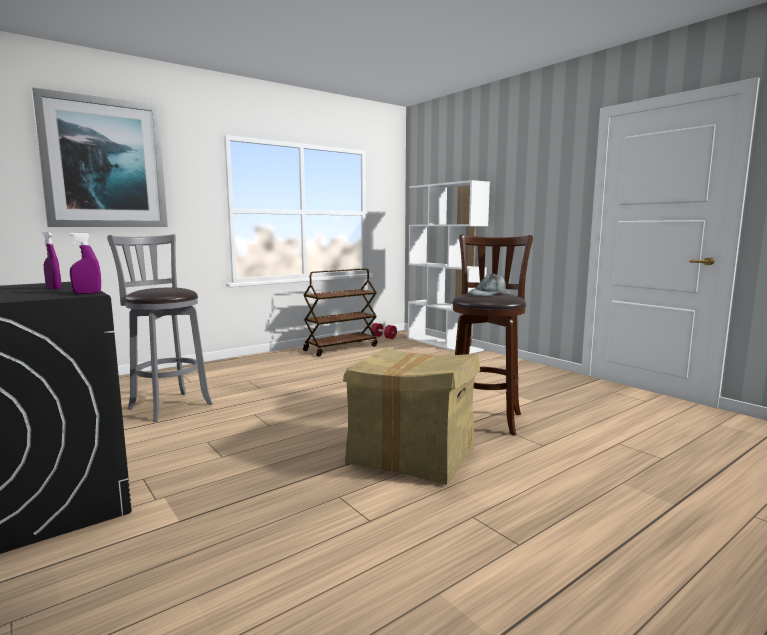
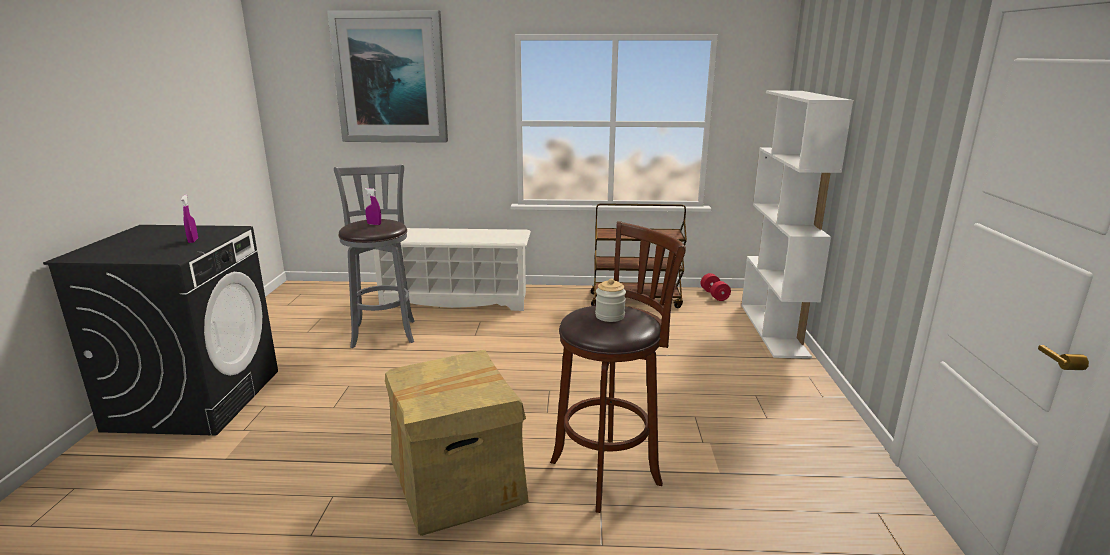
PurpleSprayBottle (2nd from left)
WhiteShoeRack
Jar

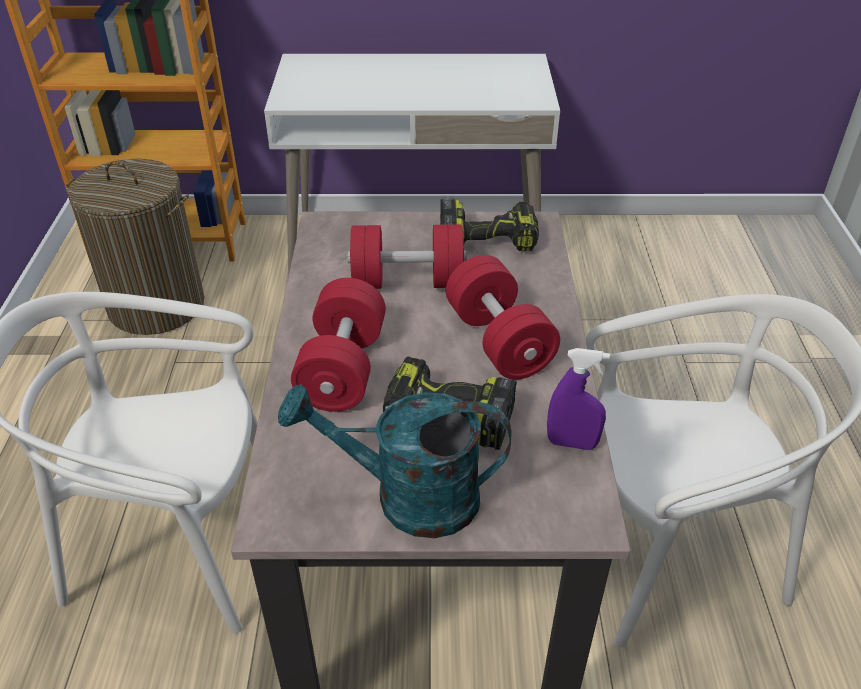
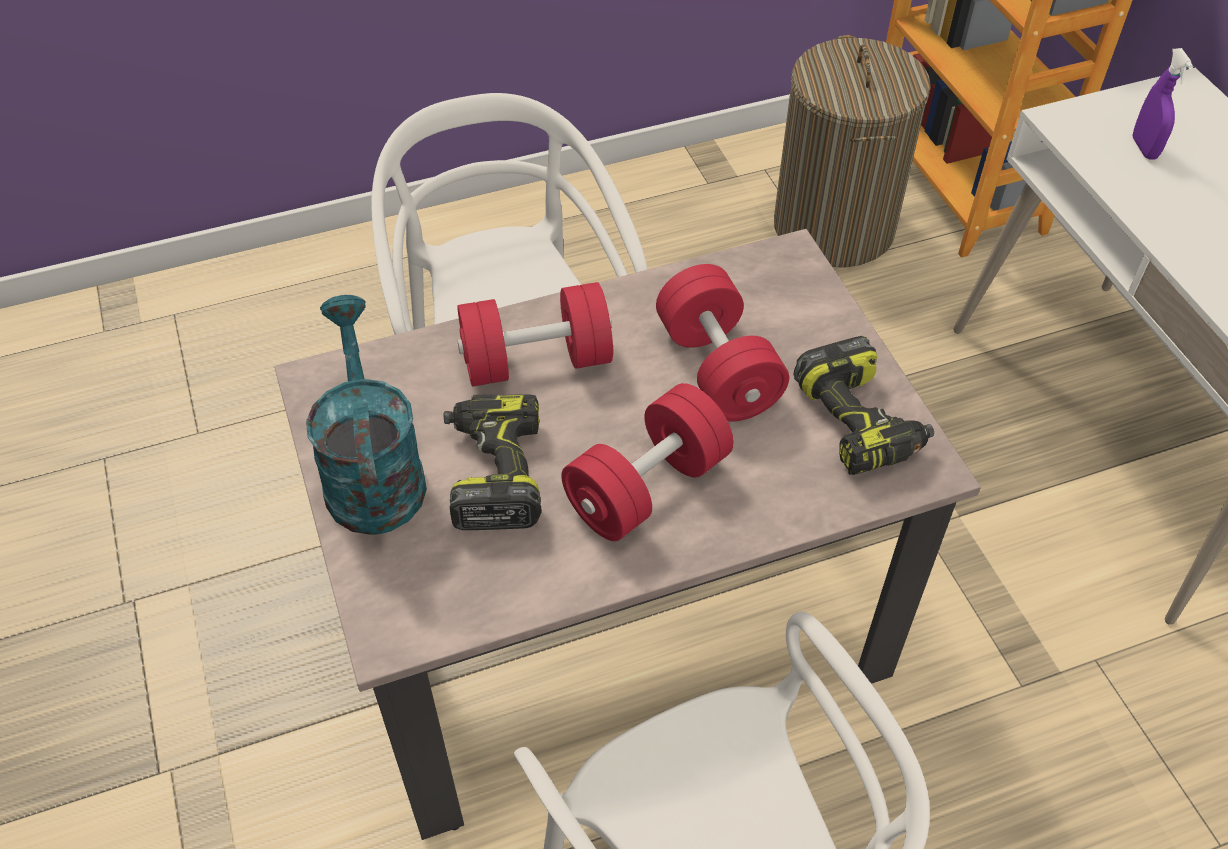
PurpleSprayBottle

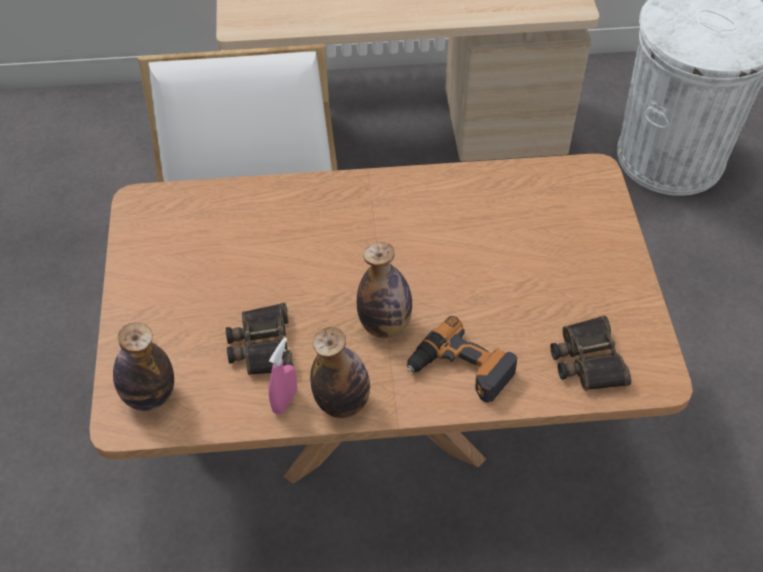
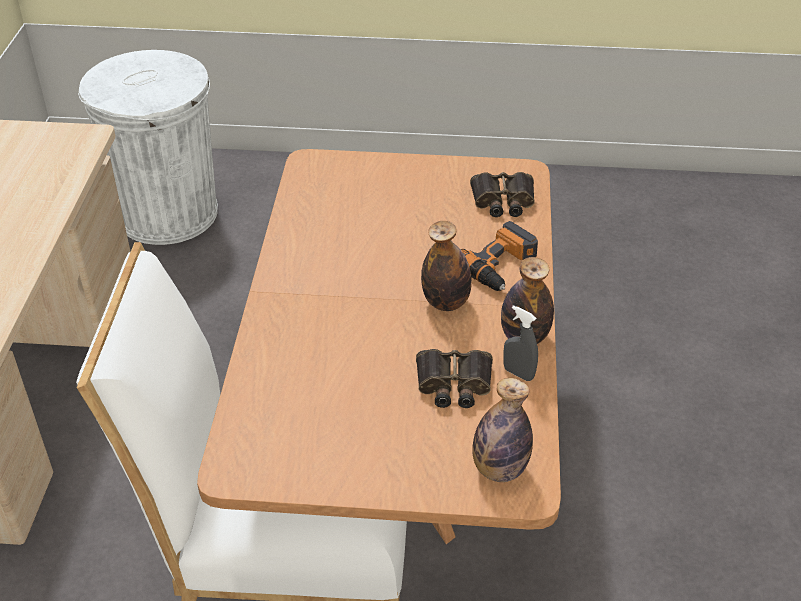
GreySprayBottle

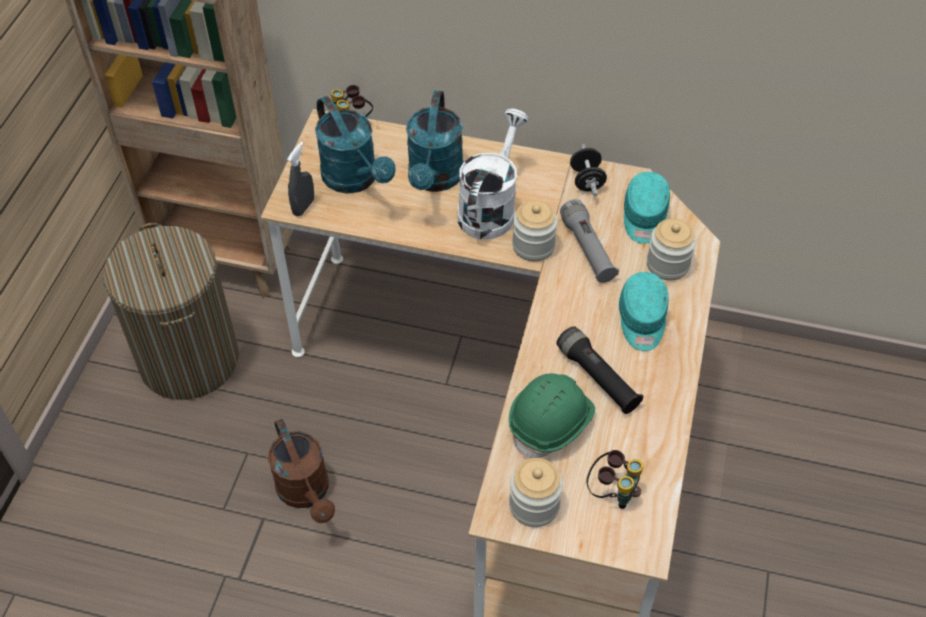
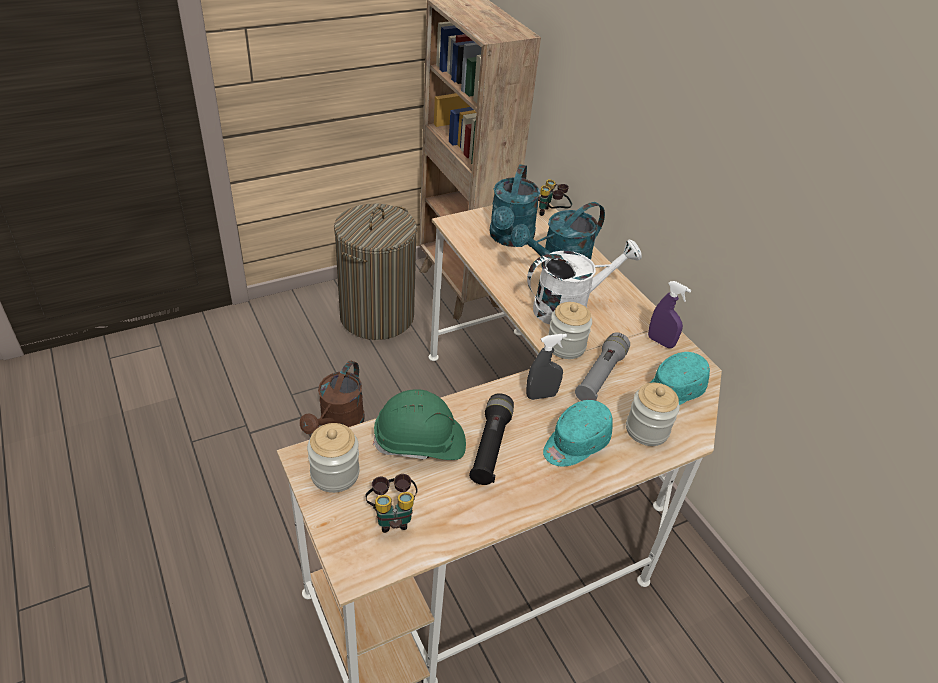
GreySprayBottle
PurpleSprayBottle

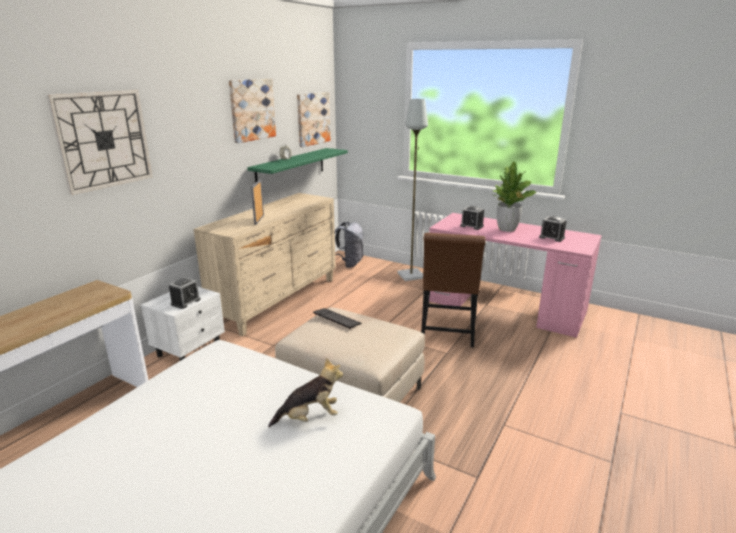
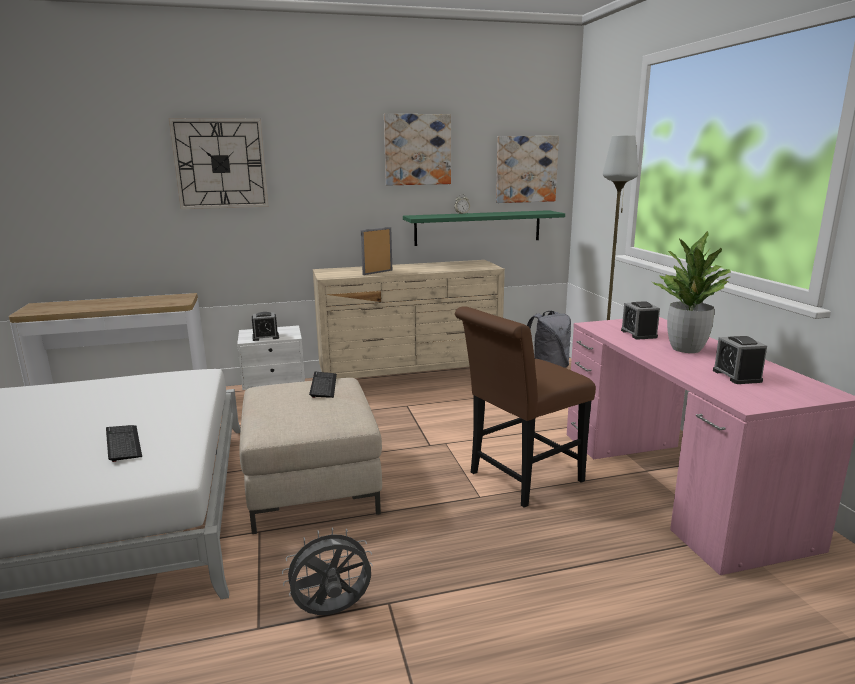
Keyboard (1st from left)
GreyFan

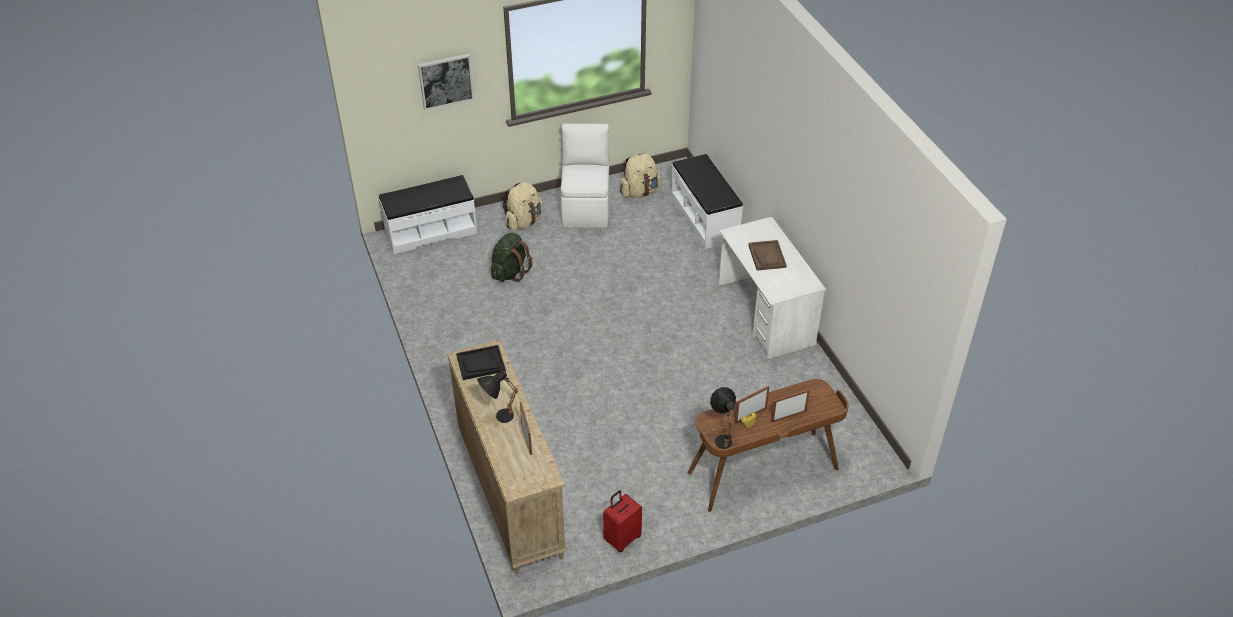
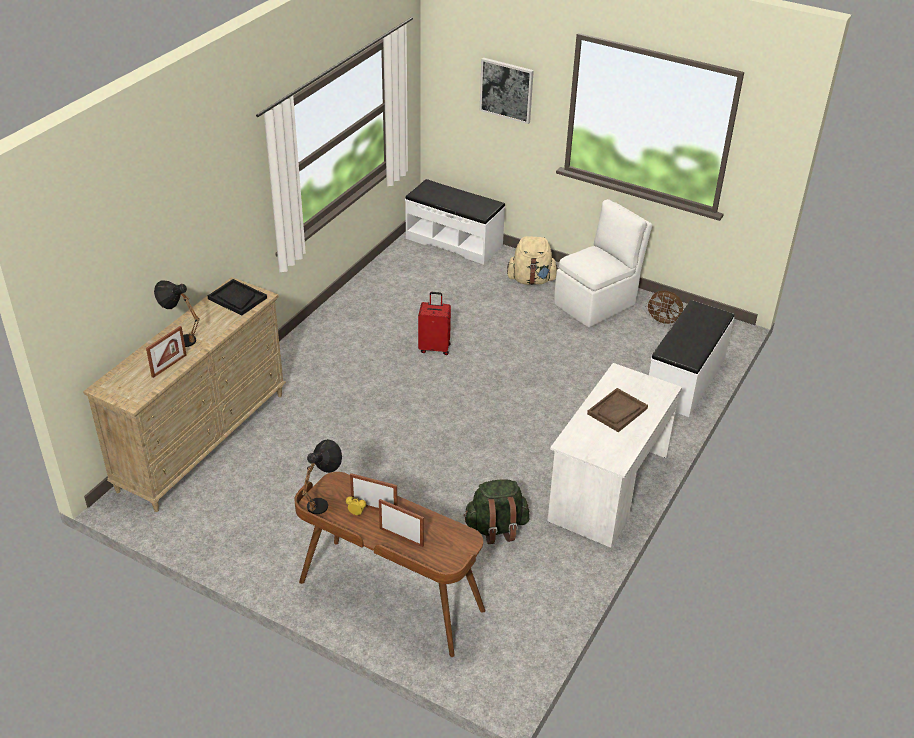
RedSuitcase
GreenBackpack
BrownFan

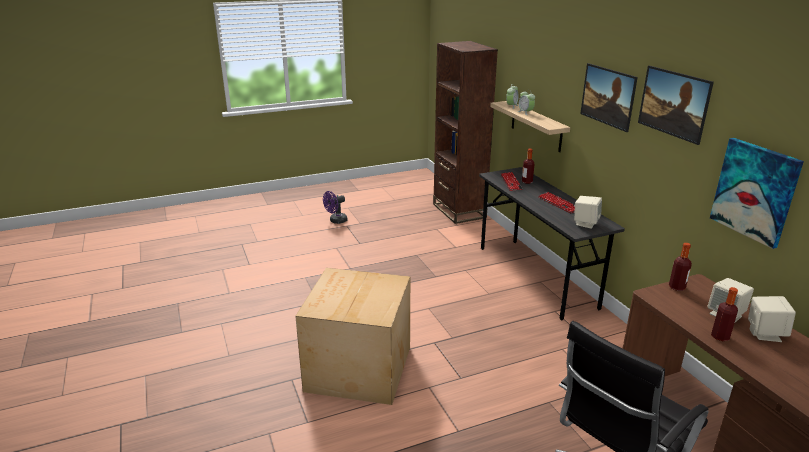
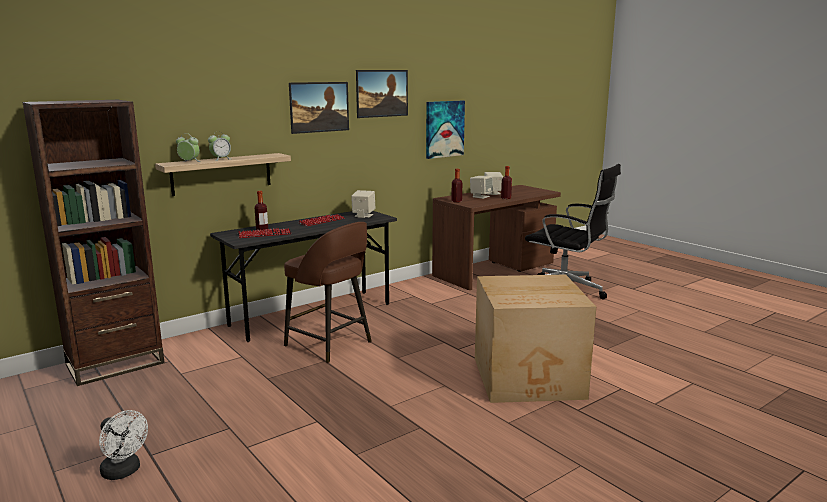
WhiteFan
BrownStool

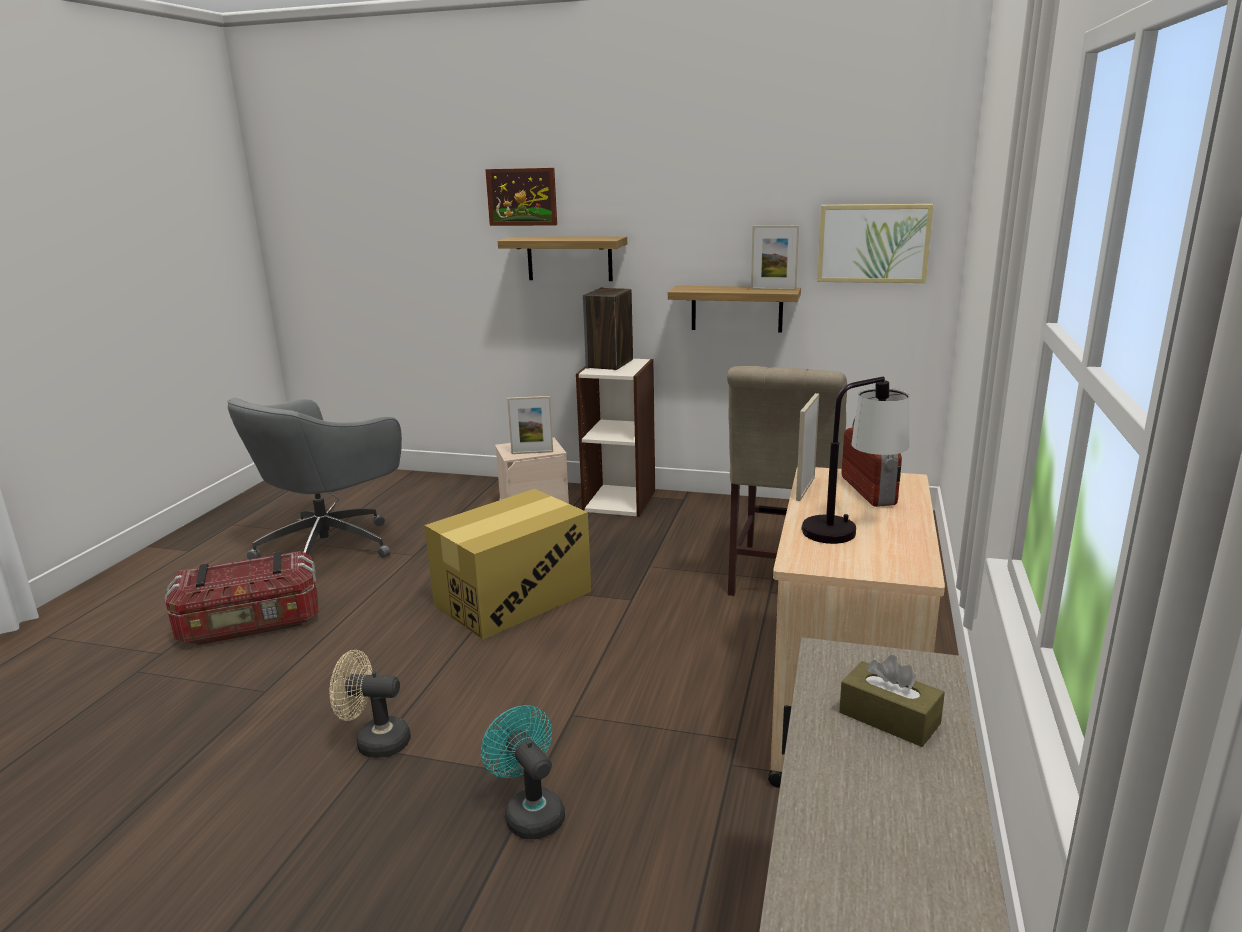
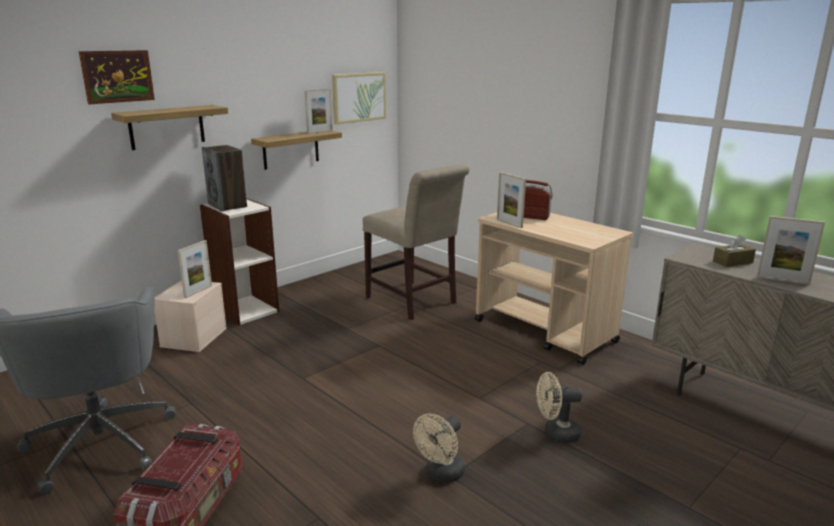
BeigeFan (2nd from left)
PictureFrame (4th from left)
CardboardBox
TableLamp

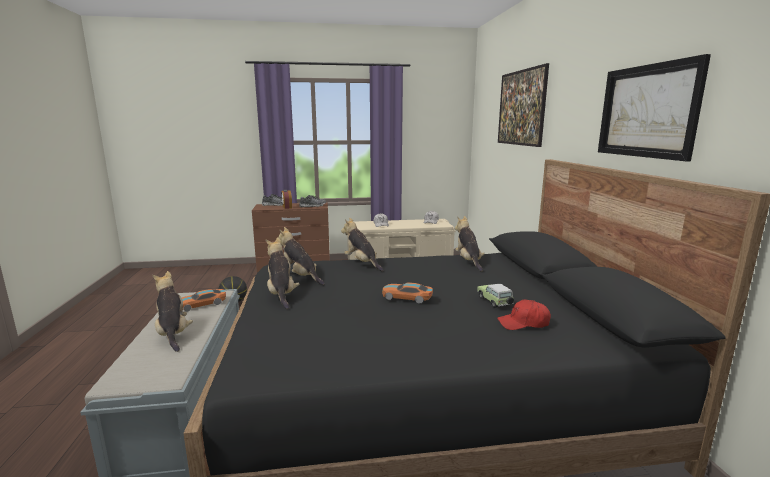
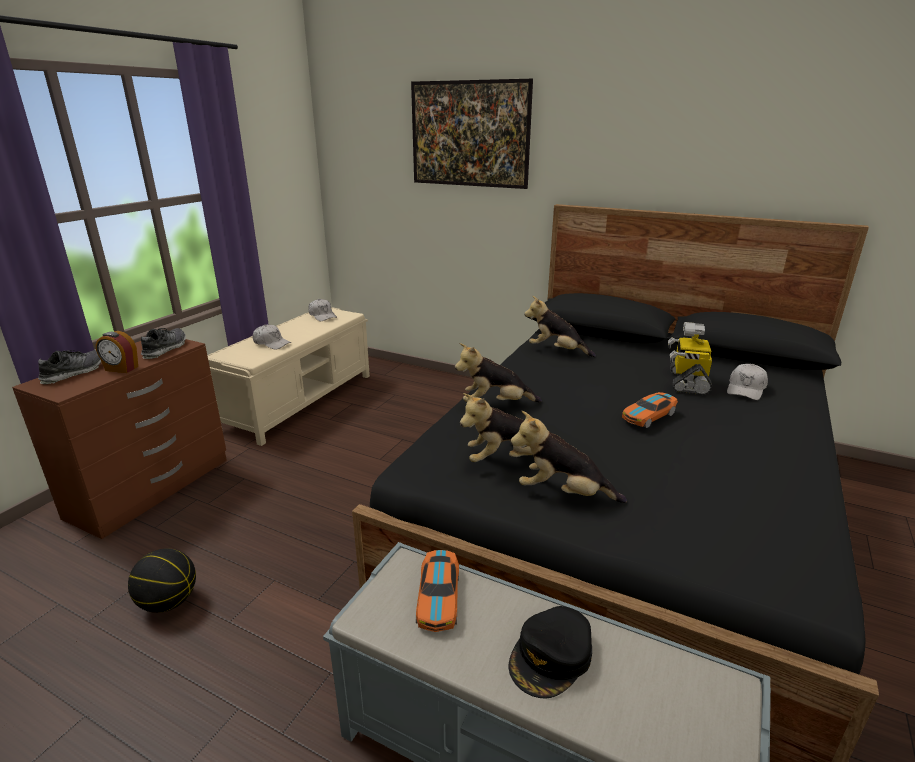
BlackCap
ToyRobot
WhiteCap (3rd from left)
Picture (2nd from left in the first image)

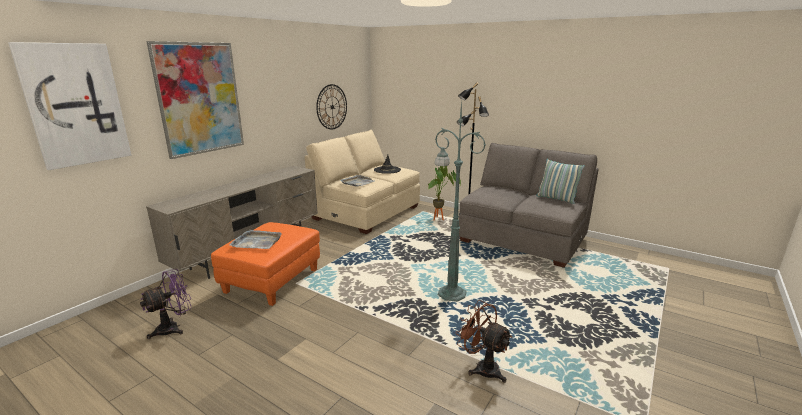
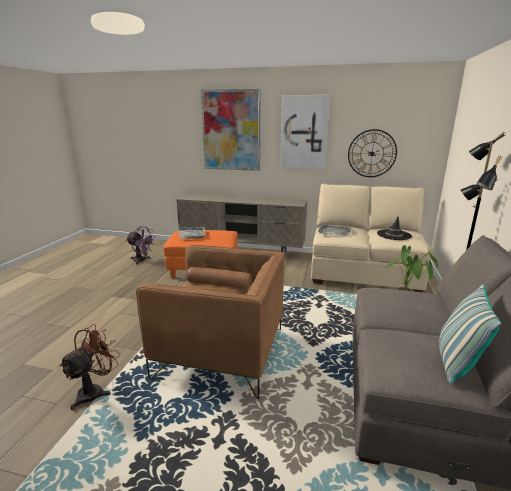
BrownArmchair
Picture (2nd from left)

